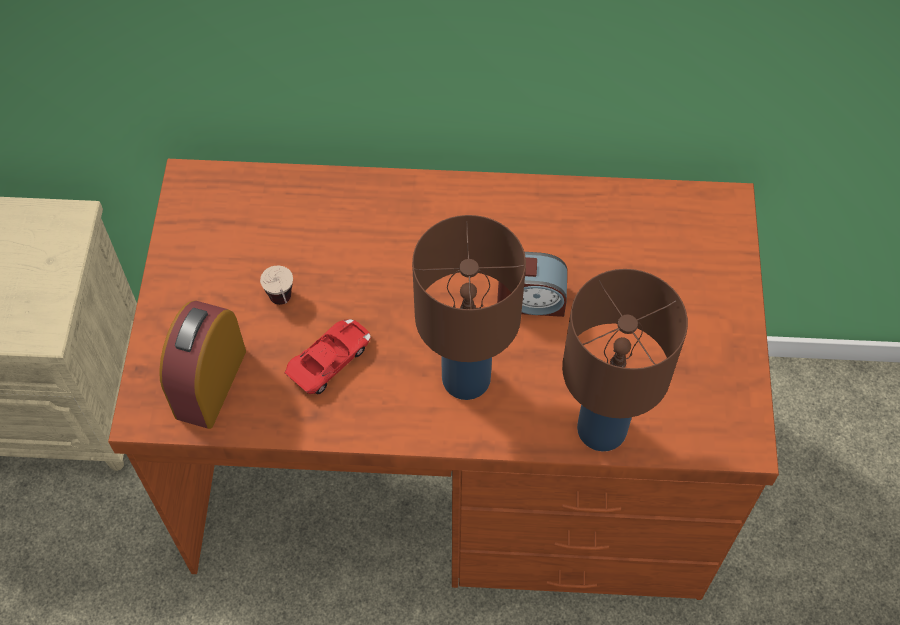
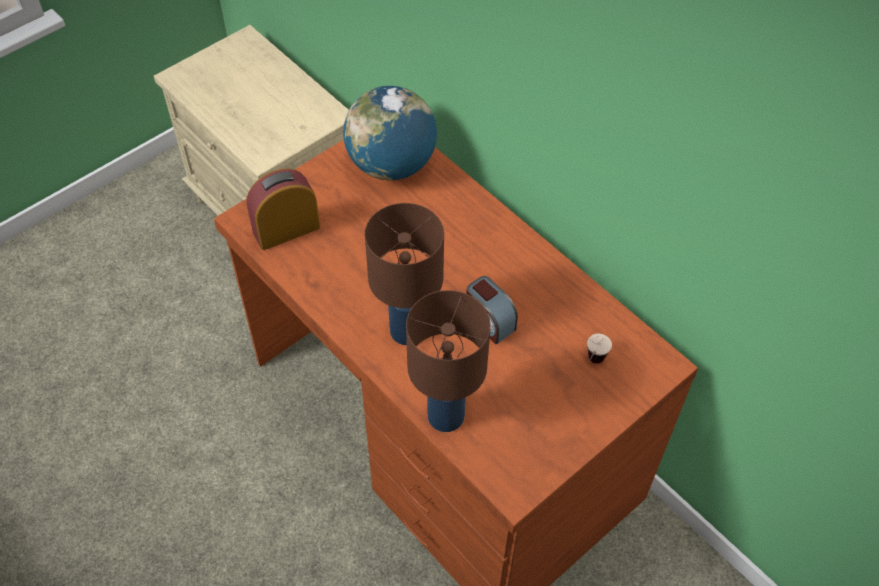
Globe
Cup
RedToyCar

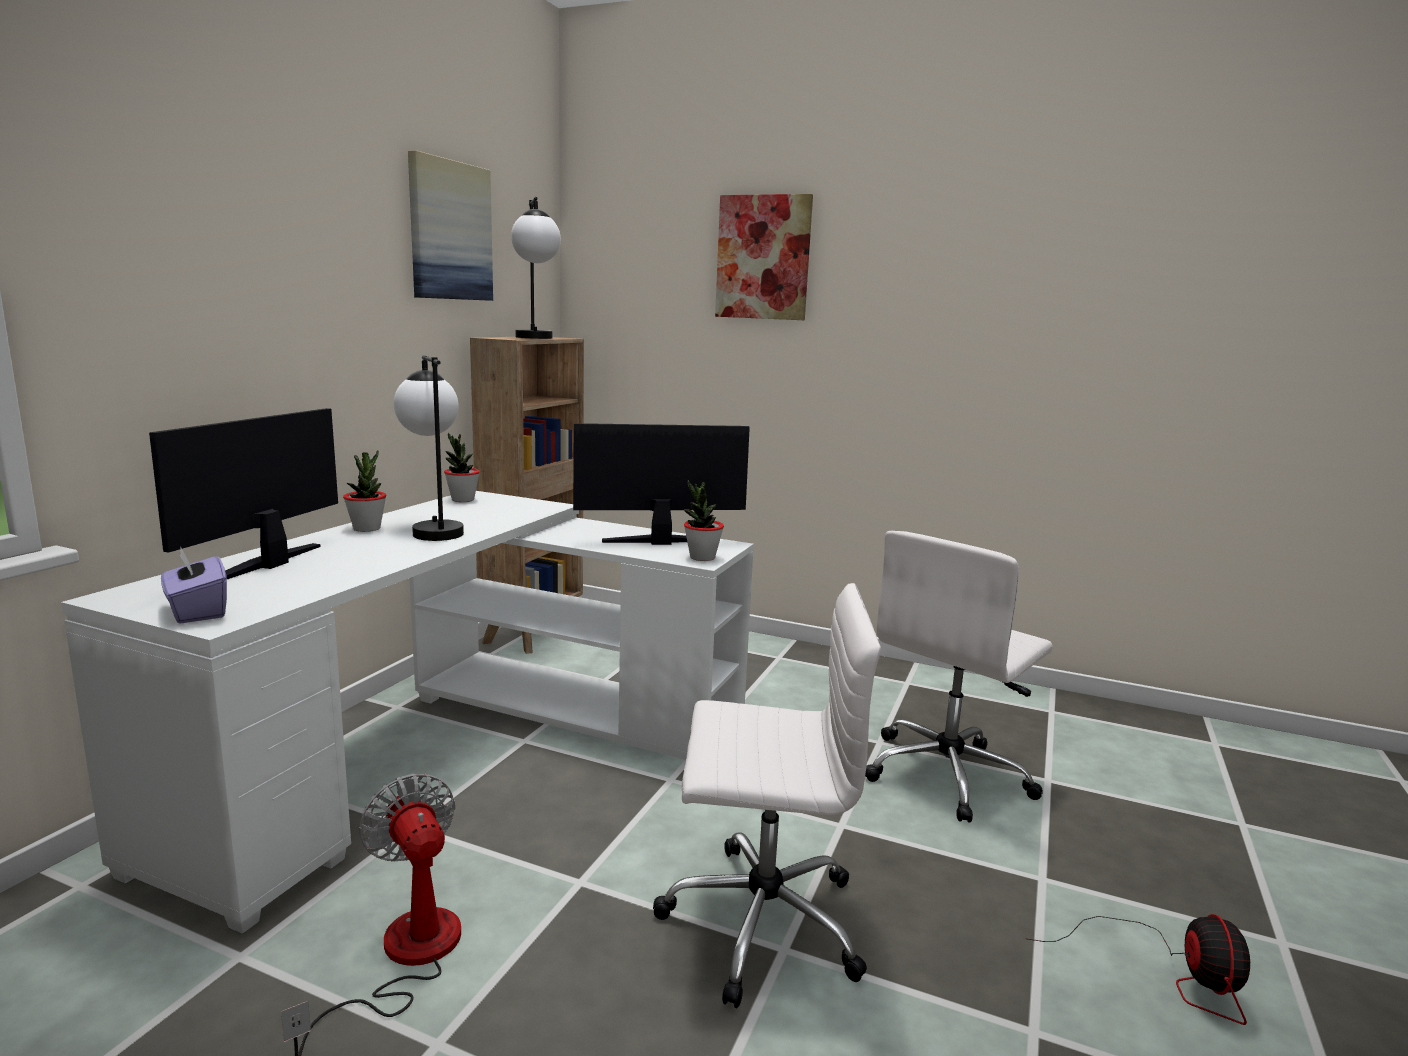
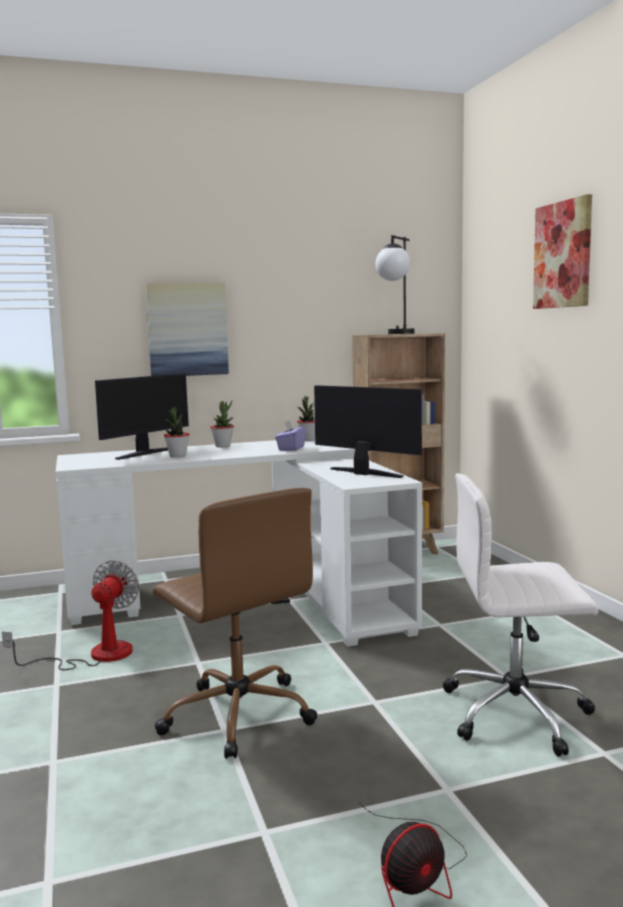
Monitor (1st from left)
Picture (1st from left)
BrownOfficeChair
PottedPlant (1st from left)
PurpleTissueBox
TableLamp (1st from left in the first image)

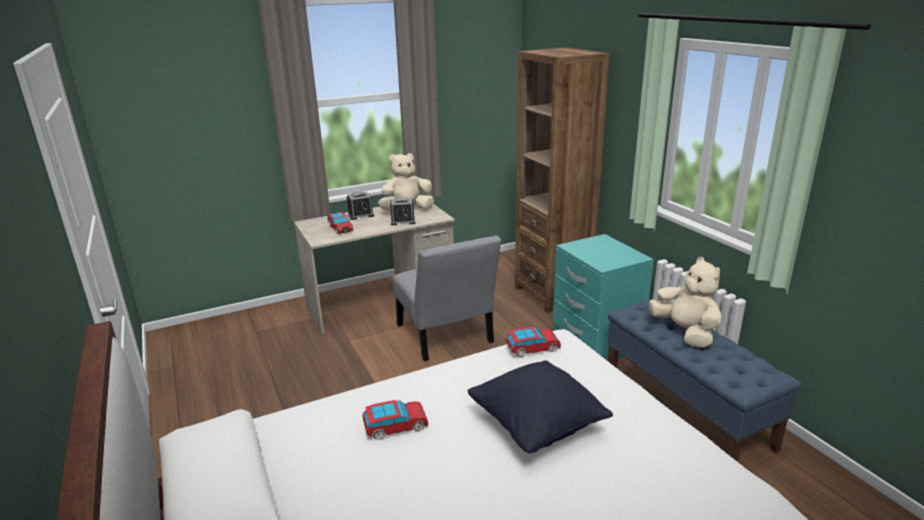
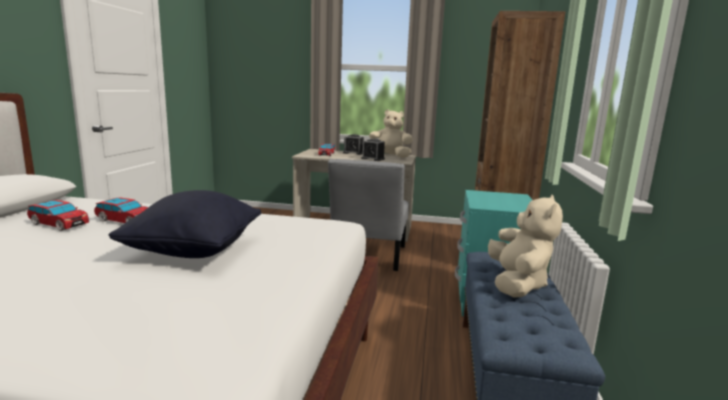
ToyCar (1st from left)

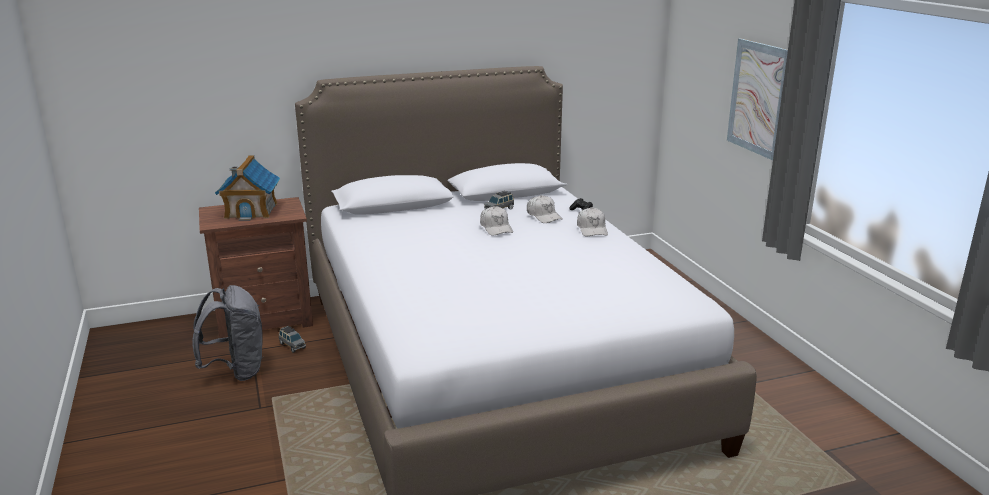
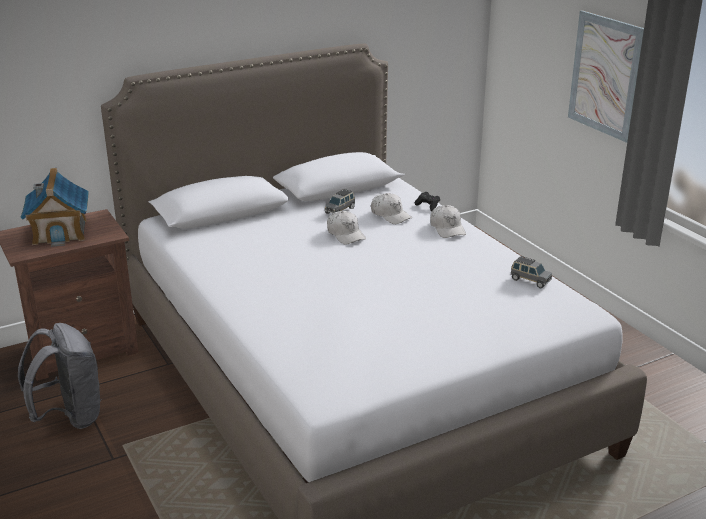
GreyToyCar (2nd from left)

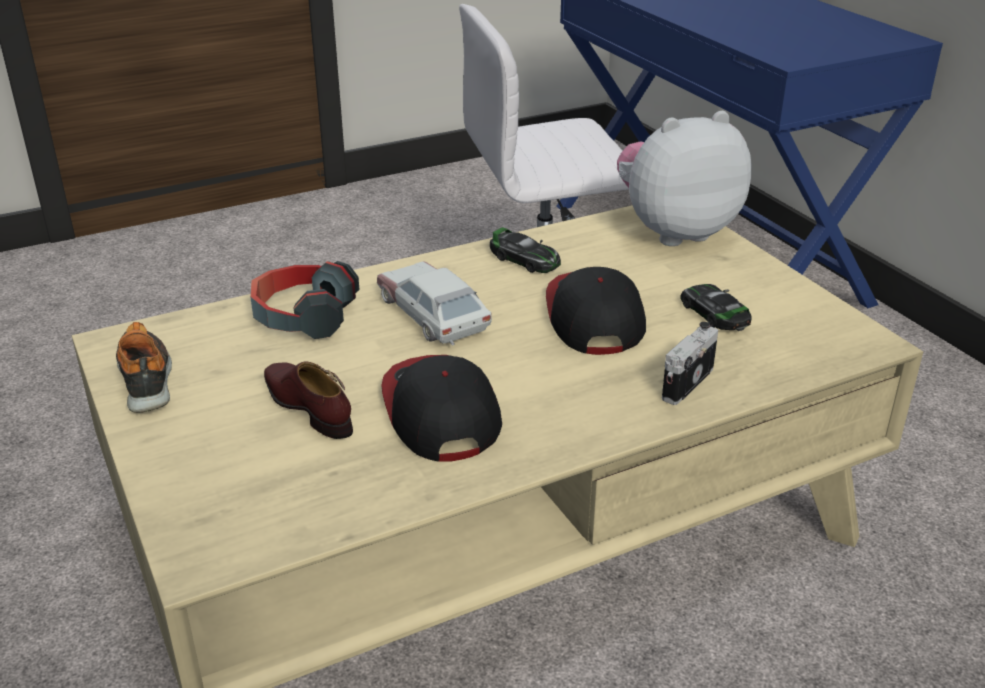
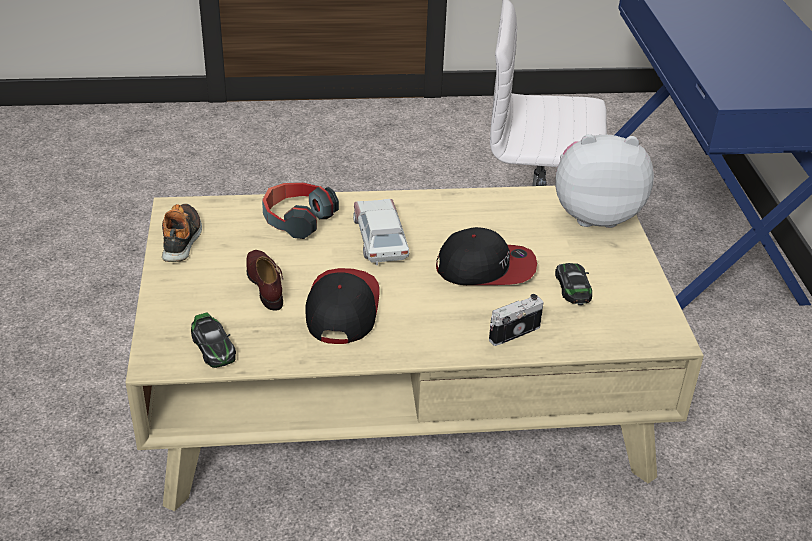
ToyCar (1st from left)
Cap (2nd from left)

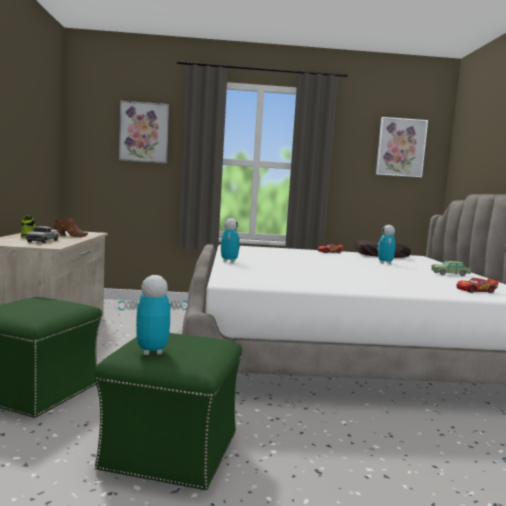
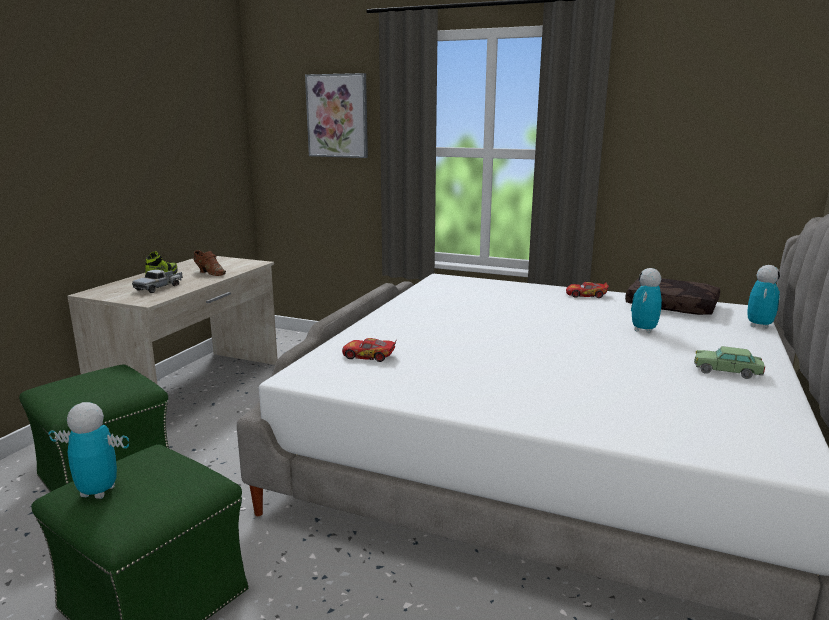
ToyCar (1st from left)
ToyRobot (3rd from left)
Picture (2nd from left in the first image)

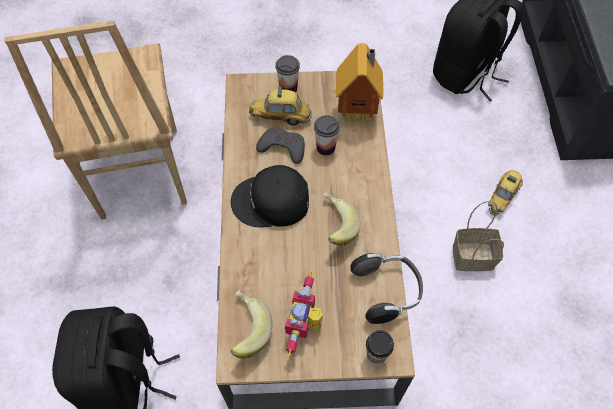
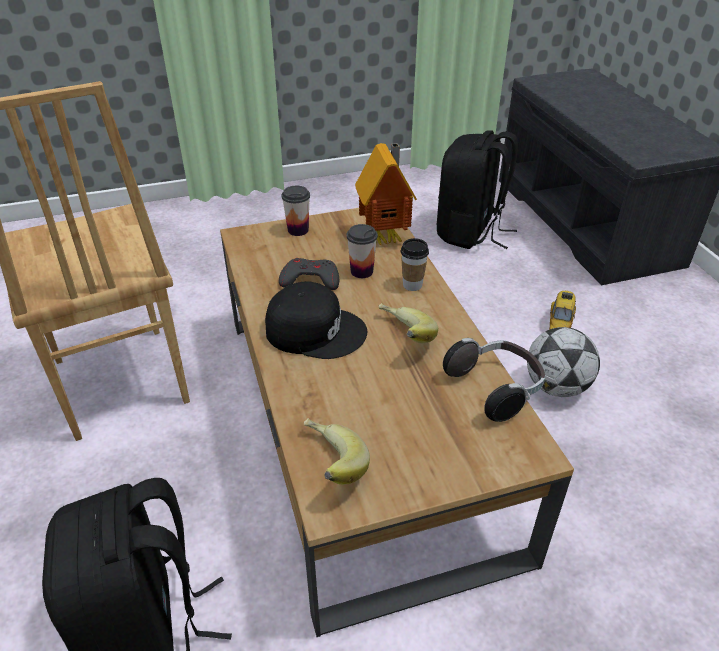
BlackCap
Cup (3rd from left)
Football
ToyCar (1st from left in the first image)
ToyRobot

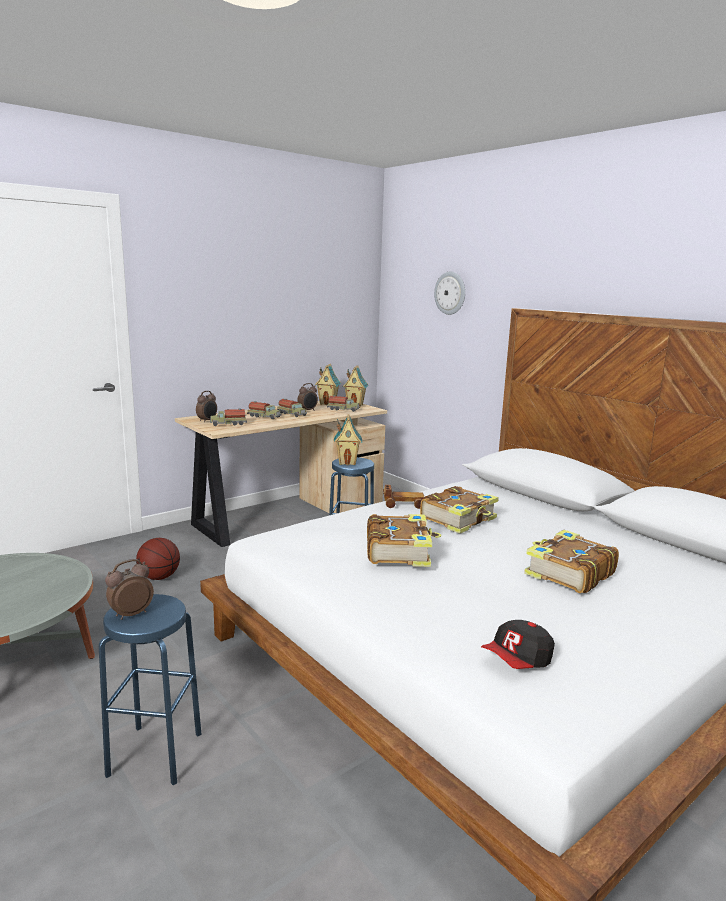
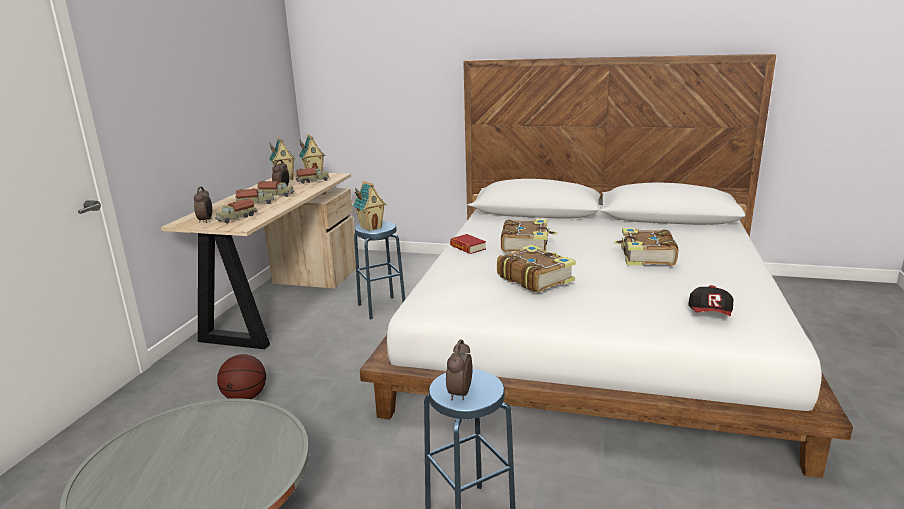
Book (1st from left)
WallClock

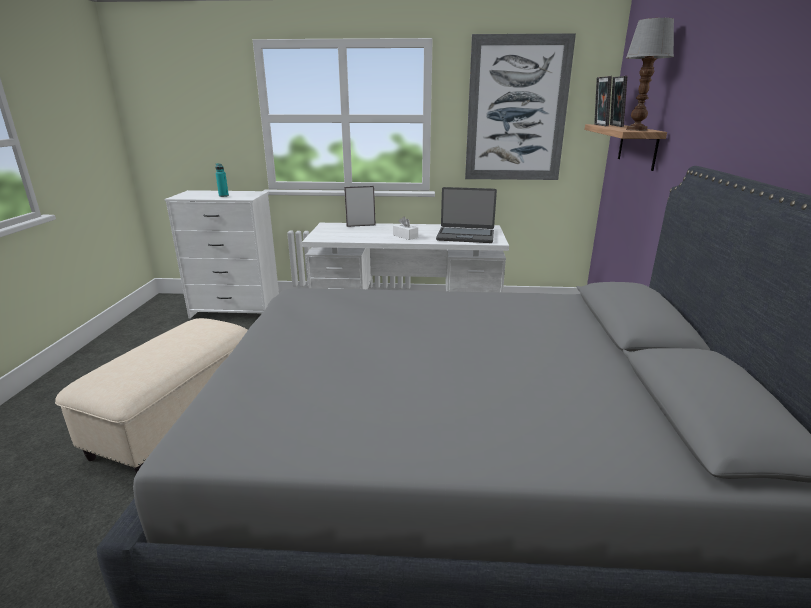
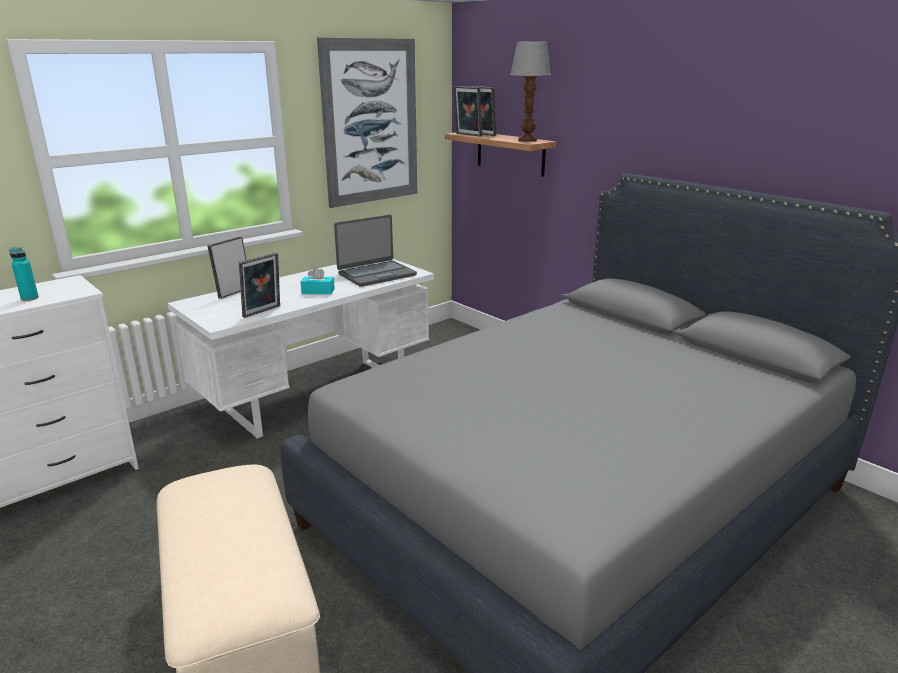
PictureFrame (2nd from left)
TurquoiseTissueBox

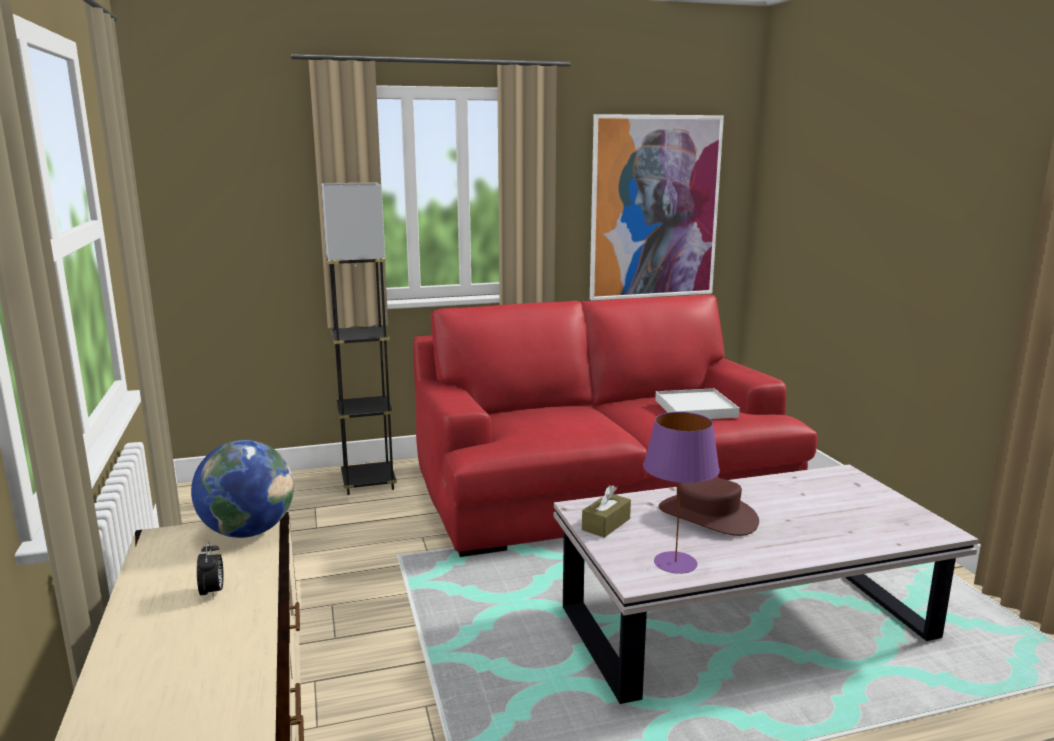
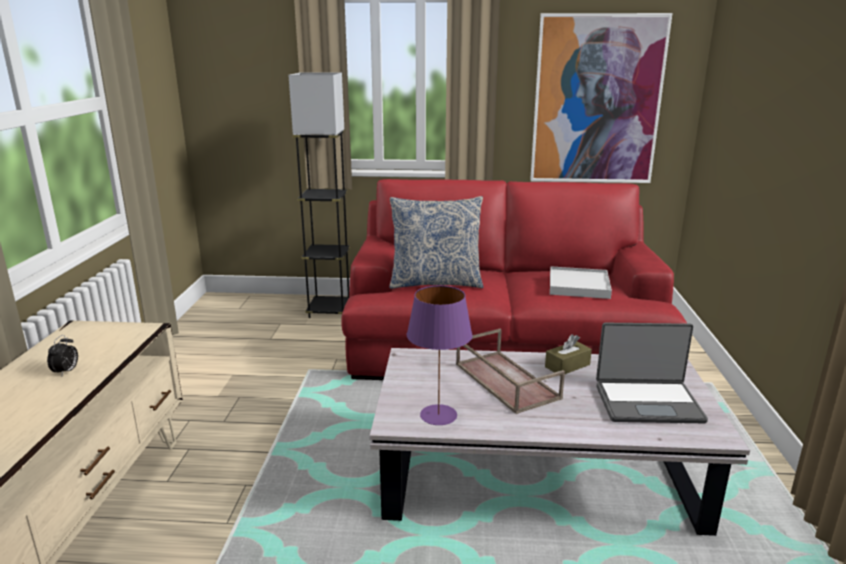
Pillow
BrownTray
BrownTissueBox
Laptop
Globe

